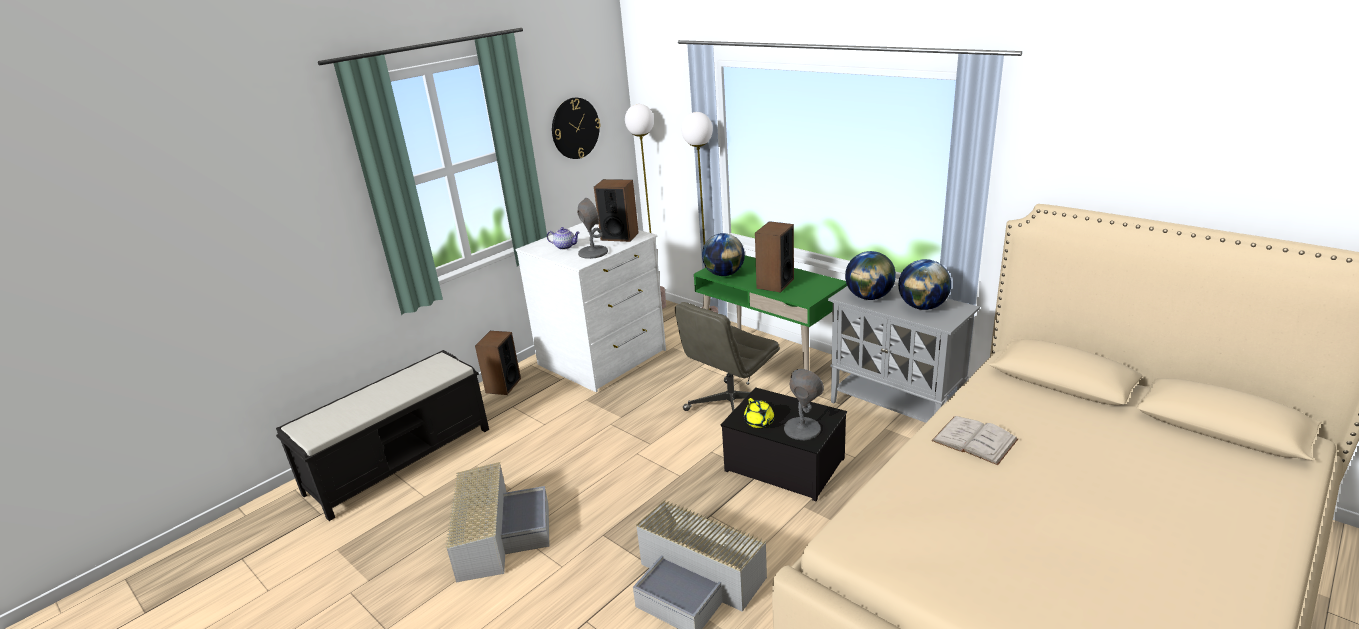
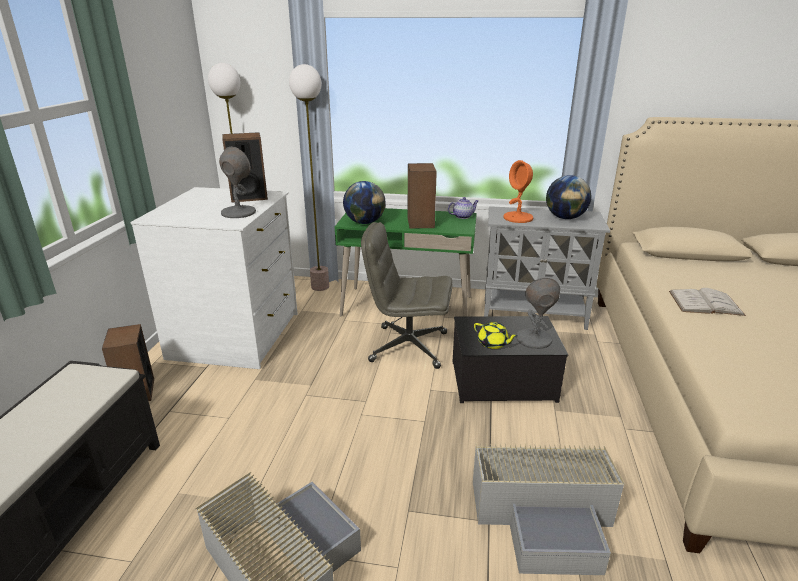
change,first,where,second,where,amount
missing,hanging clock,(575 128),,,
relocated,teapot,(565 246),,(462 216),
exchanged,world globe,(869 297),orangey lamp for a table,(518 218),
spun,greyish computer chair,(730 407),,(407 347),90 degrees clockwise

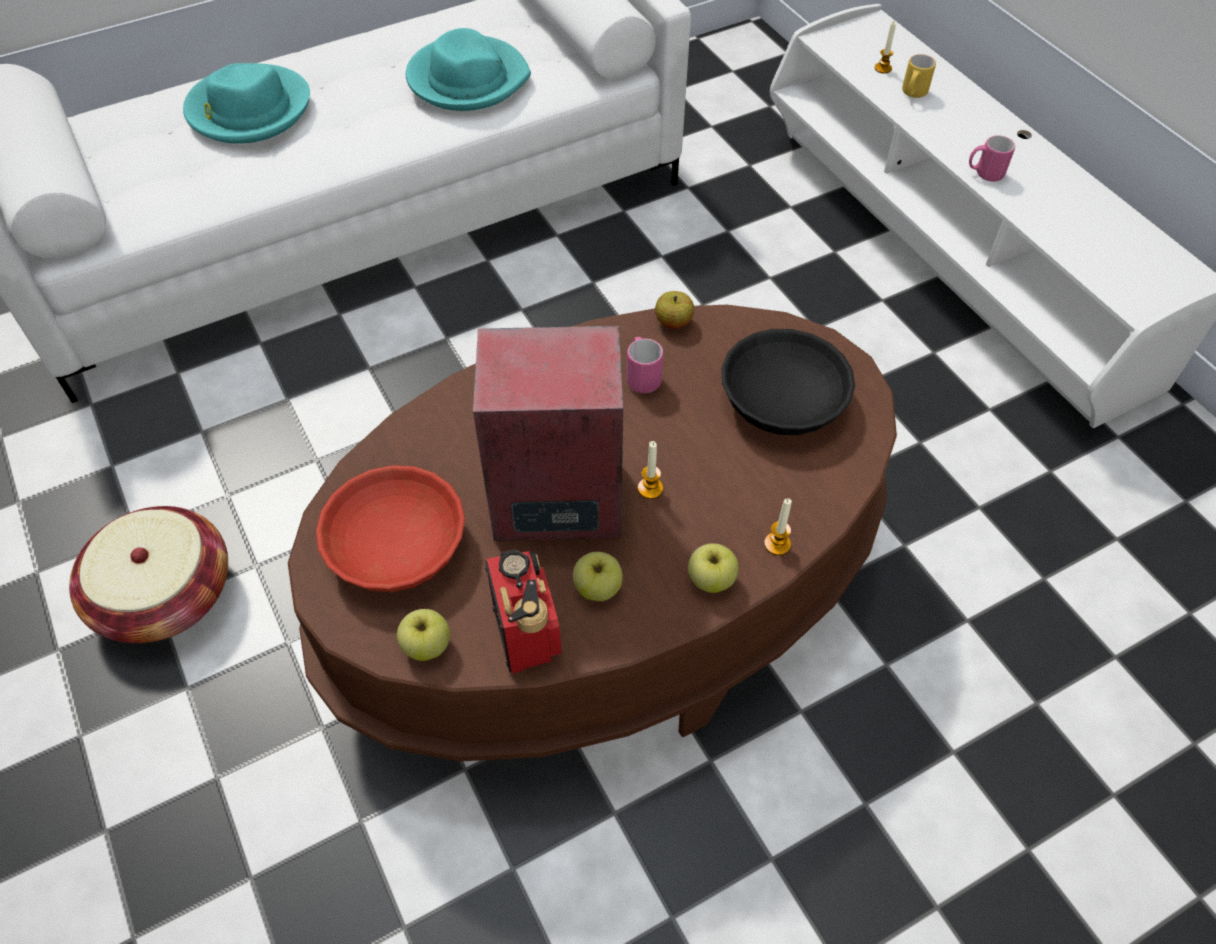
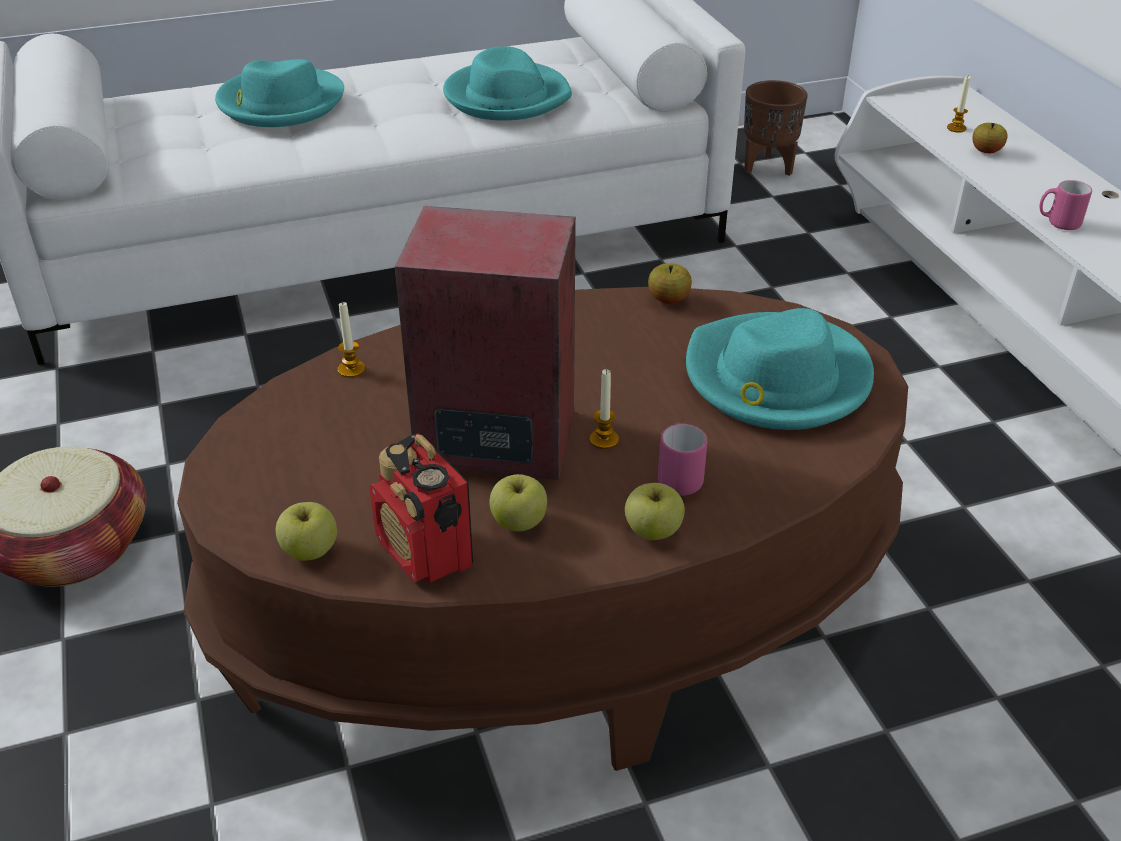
change,first,where,second,where,amount
exchanged,yellowish mug,(912 94),apple fruit,(986 151),
exchanged,black serving bowl,(782 400),turquoise clothing hat,(776 378),
relocated,pinkish mug,(642 376),,(678 477),
missing,red serving bowl,(396 546),,,
relocated,wax light,(777 544),,(351 369),
spun,radio set,(526 632),,(425 553),150 degrees clockwise
appeared,,,brown-coloured plant pot,(768 167),

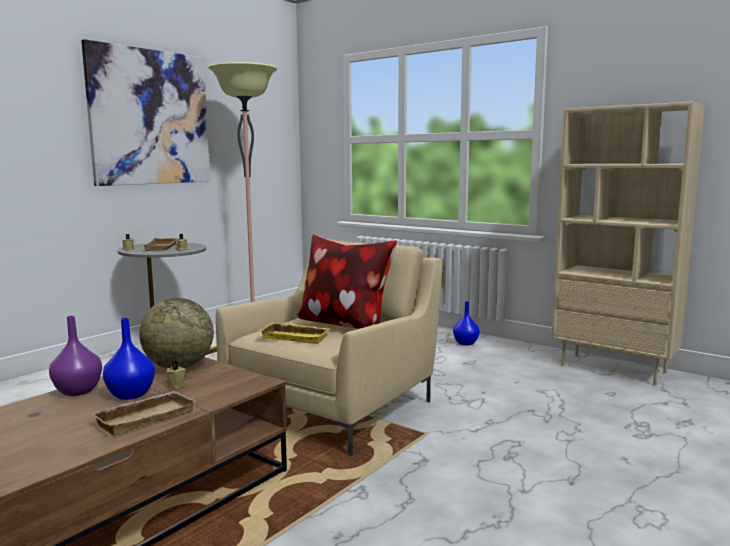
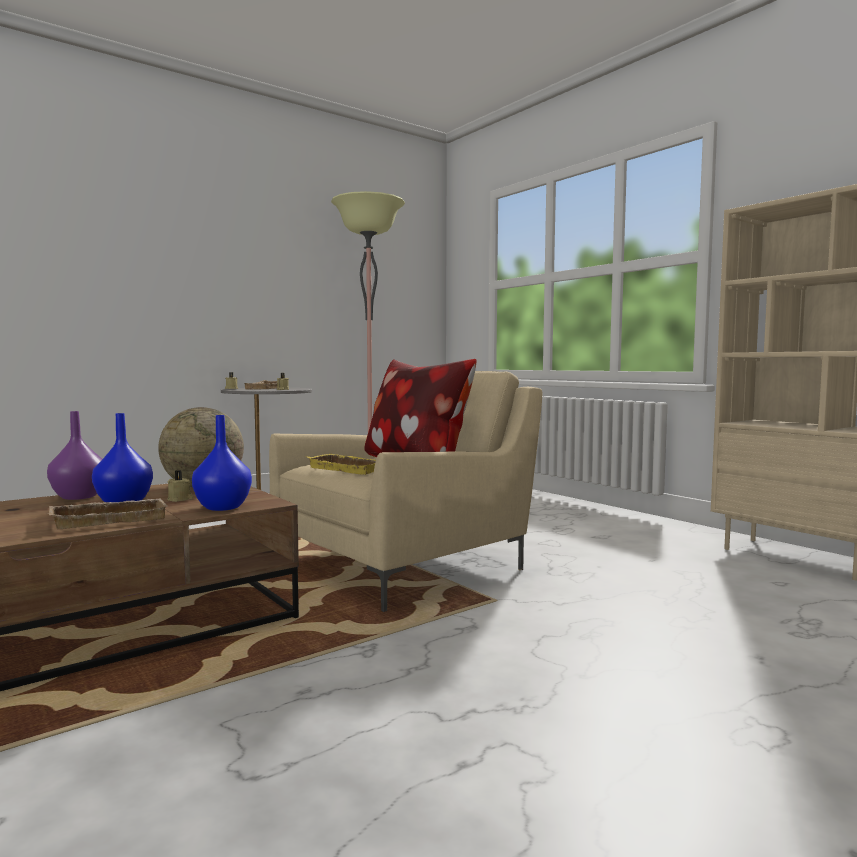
change,first,where,second,where,amount
missing,wall art,(150 117),,,
relocated,blue decorative vase,(465 343),,(221 507),

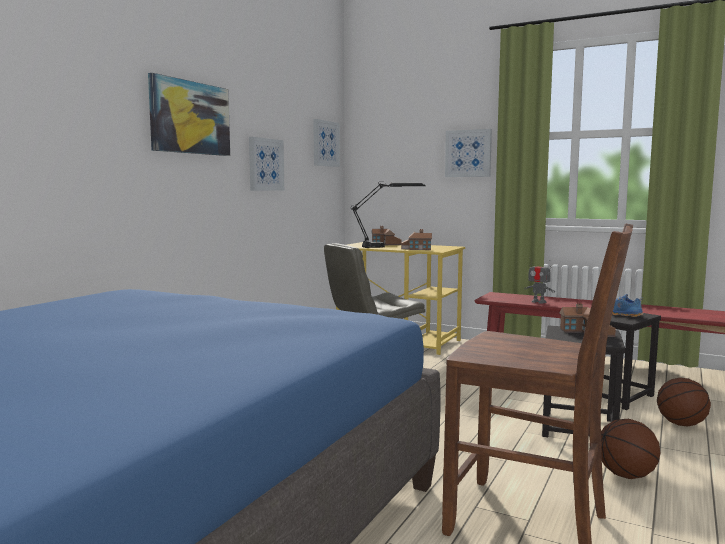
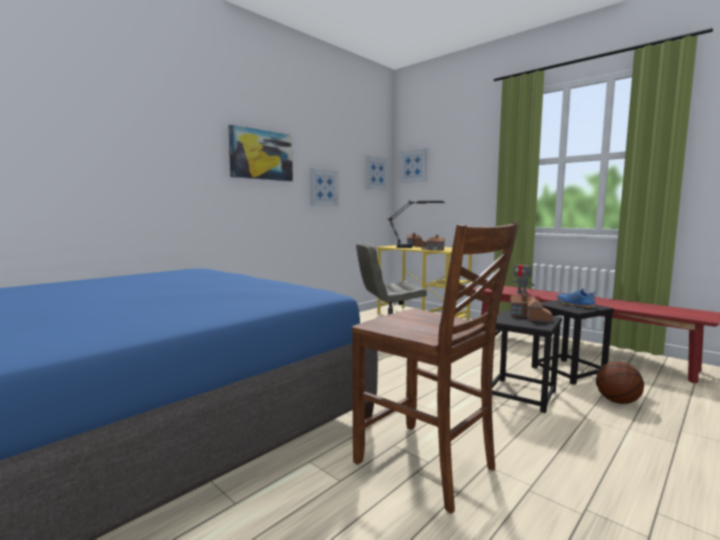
change,first,where,second,where,amount
relocated,wall art,(468 153),,(413 166),
missing,basketball ball,(626 475),,,

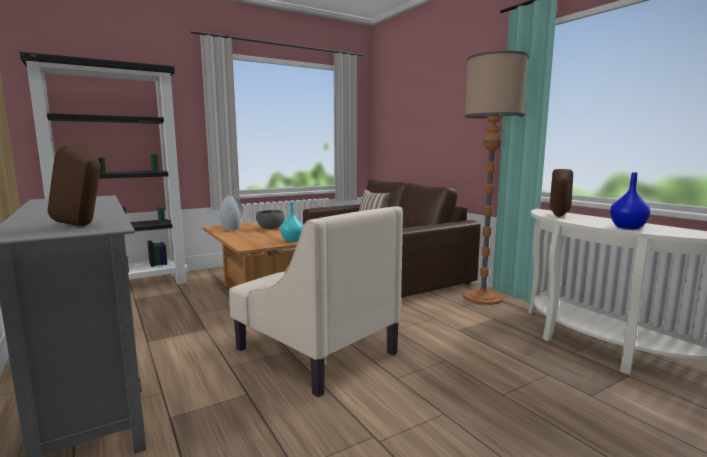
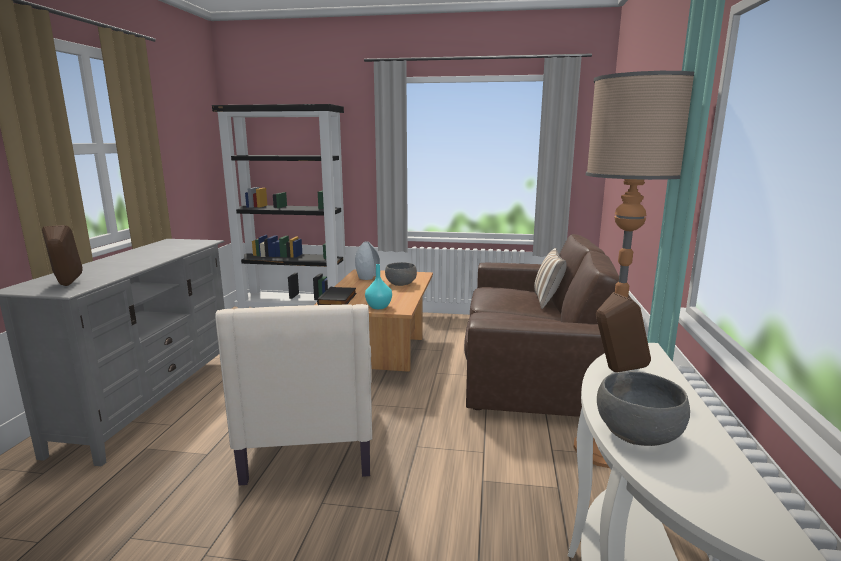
change,first,where,second,where,amount
exchanged,blue decorative vase,(627 227),greyish serving bowl,(638 434),
appeared,,,black book,(338 299),

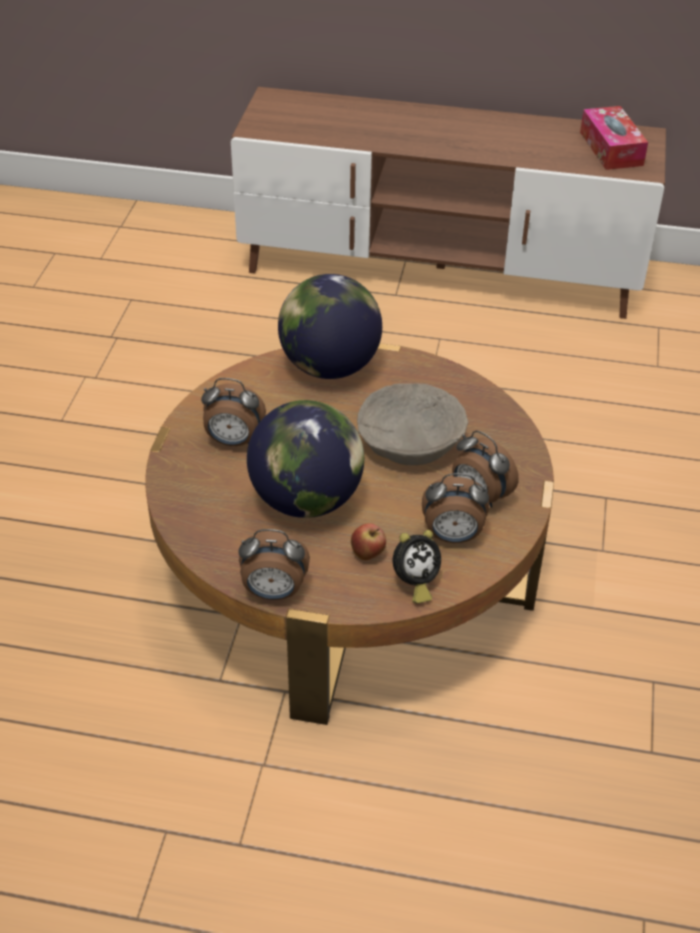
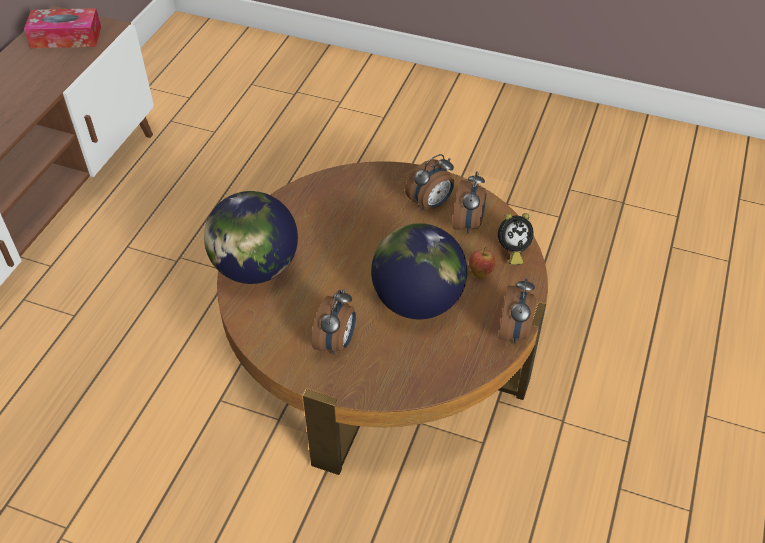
change,first,where,second,where,amount
missing,beige-coloured serving bowl,(411 441),,,
spun,bedside clock,(414 583),,(512 251),90 degrees clockwise

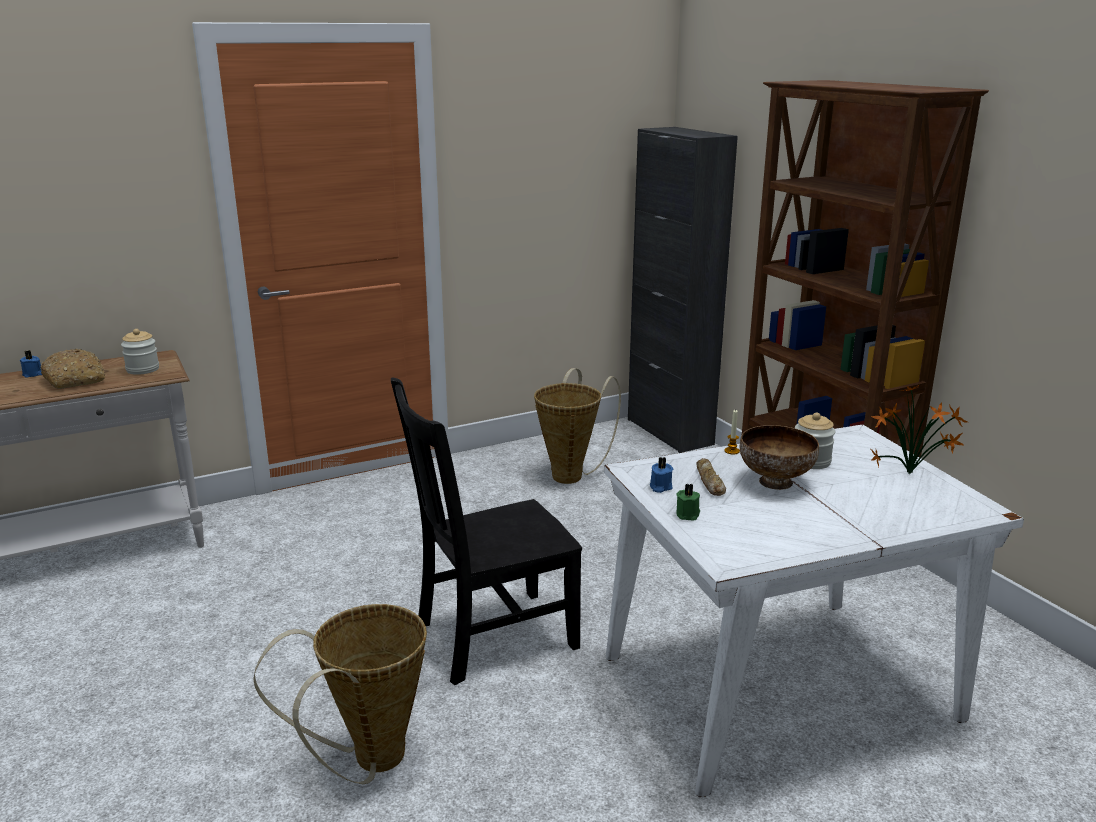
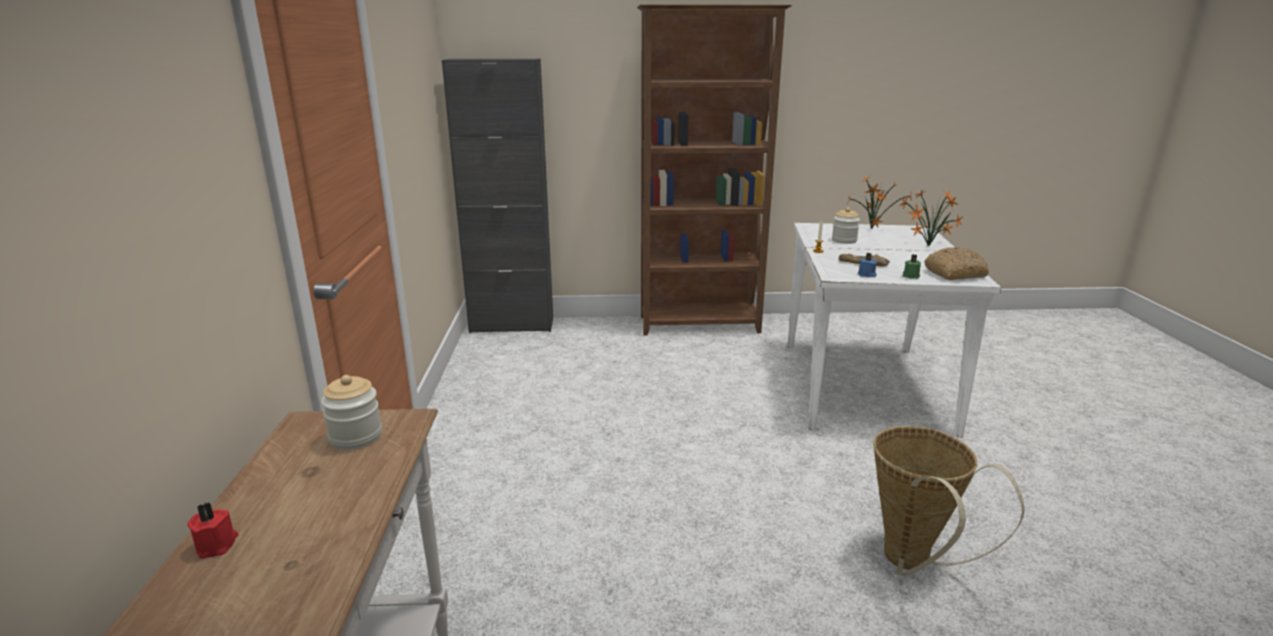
change,first,where,second,where,amount
relocated,baked bread,(76 379),,(955 273),
colour,blue wax light,(33 374),red wax light,(218 545),
missing,basket,(571 474),,,
missing,black chair,(490 636),,,
missing,serving bowl,(774 482),,,
appeared,,,potted plant,(926 247),

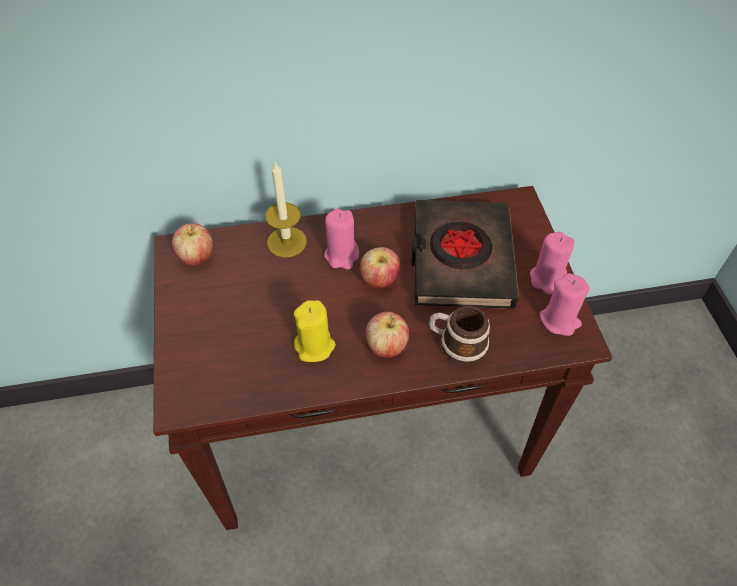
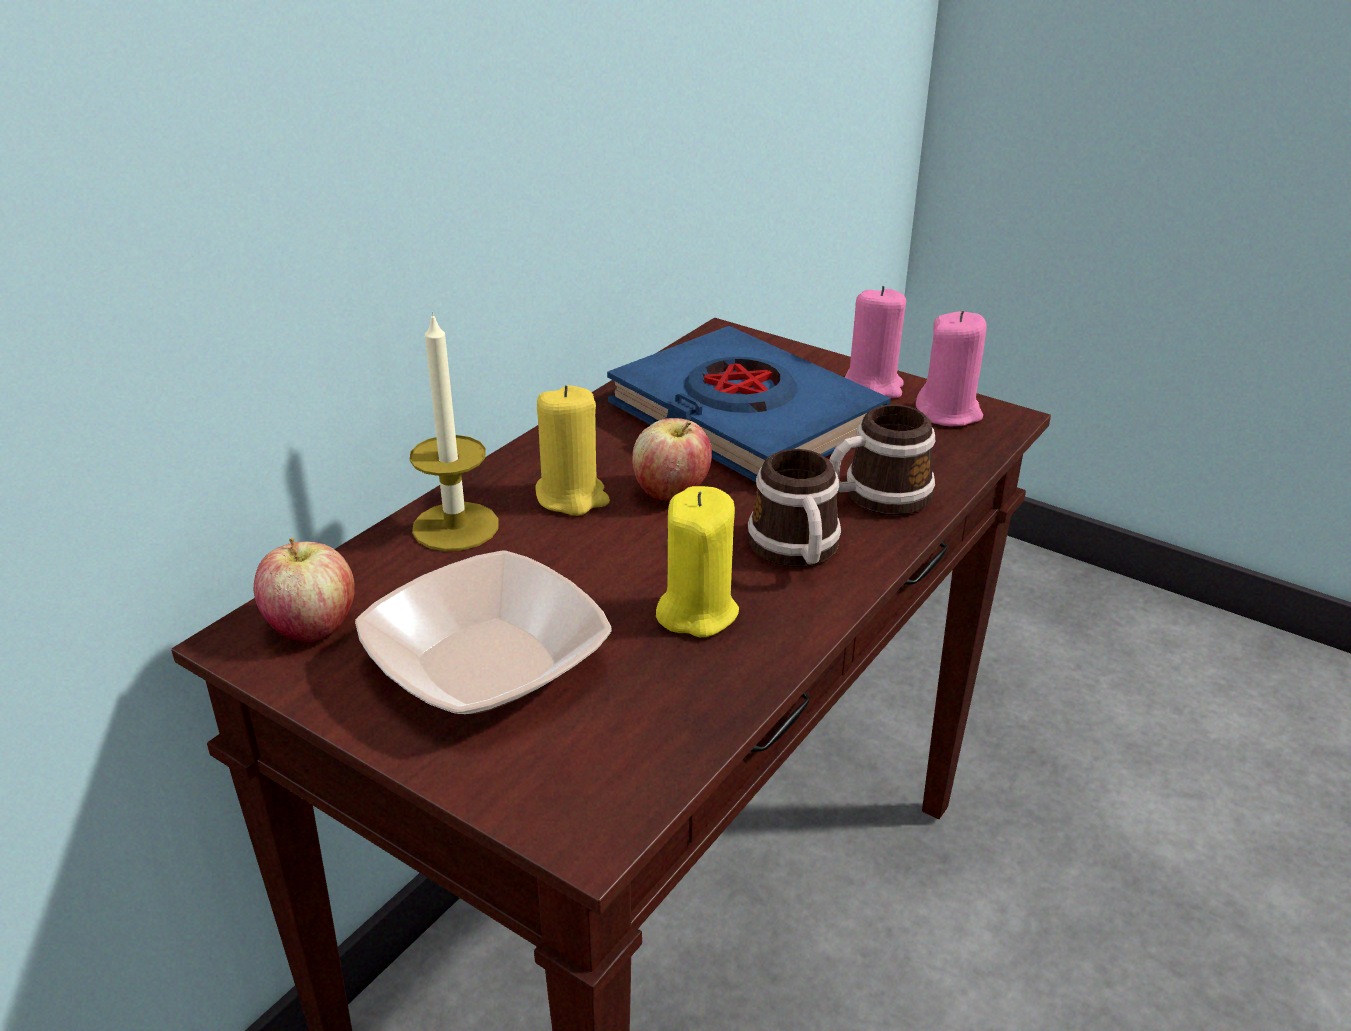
change,first,where,second,where,amount
colour,black book,(461 259),blue book,(743 419),
colour,pinkish wax light,(342 255),yellowish wax light,(572 496),
exchanged,apple fruit,(386 346),mug,(796 552),
appeared,,,serving bowl,(487 664),

